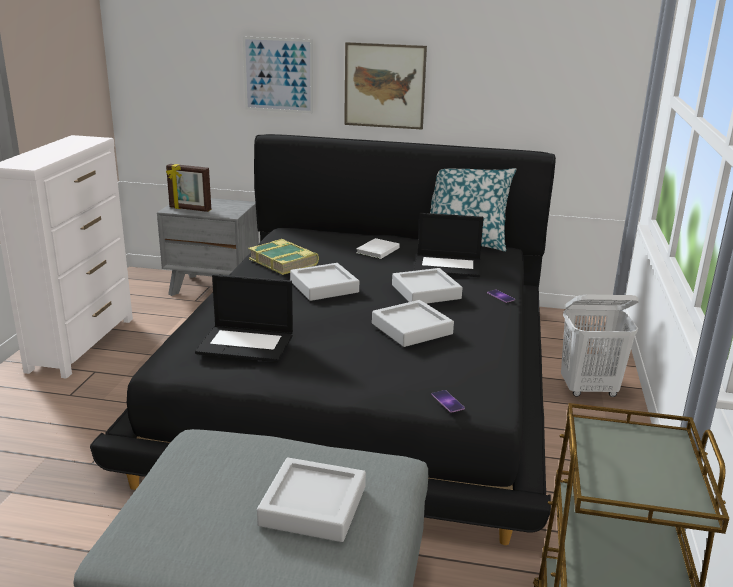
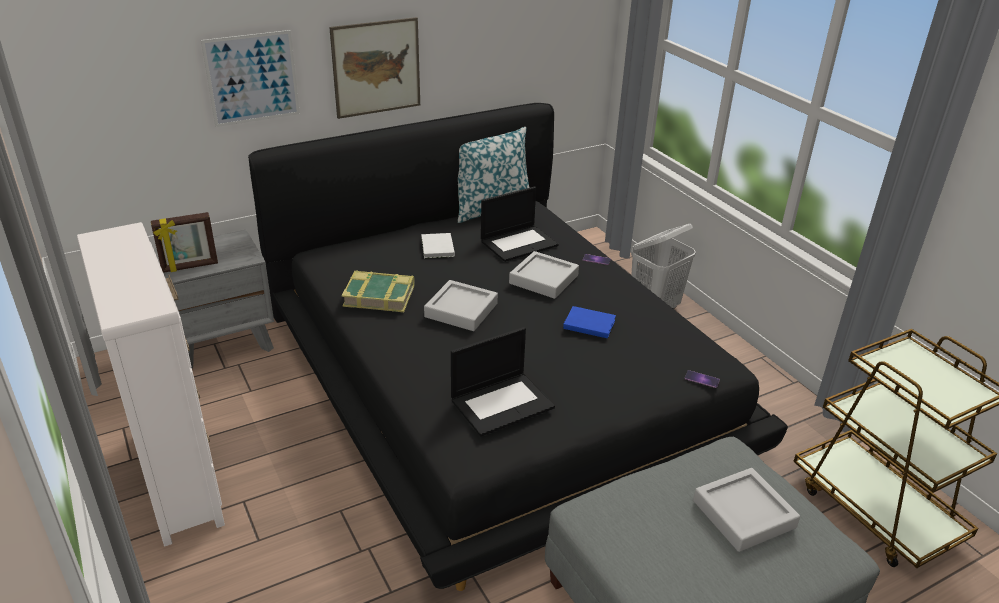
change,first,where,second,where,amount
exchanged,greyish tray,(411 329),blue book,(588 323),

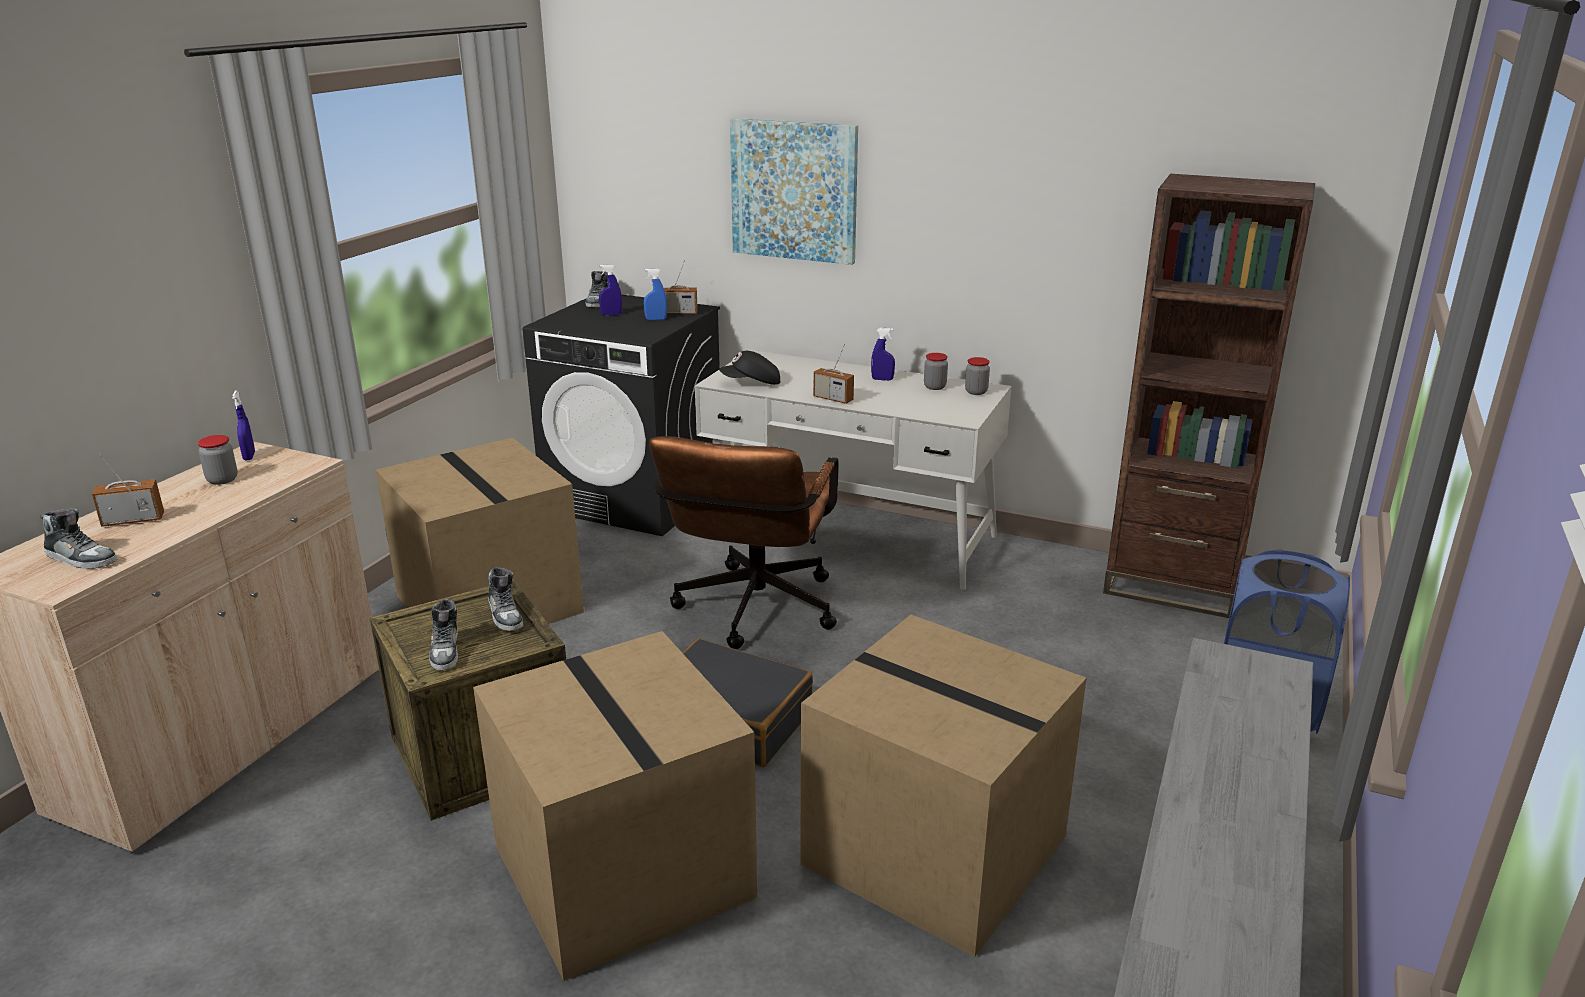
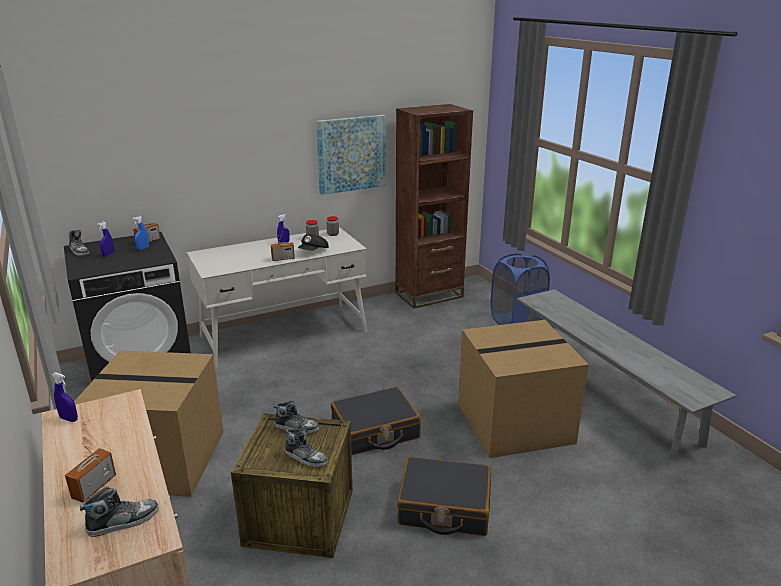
change,first,where,second,where,amount
relocated,wall art,(794 190),,(351 154),
relocated,black peaked cap,(751 383),,(313 251),
missing,storage jar,(222 480),,,
missing,brown-coloured computer chair,(752 614),,,
exchanged,packing box,(627 872),black piece of luggage,(444 507),

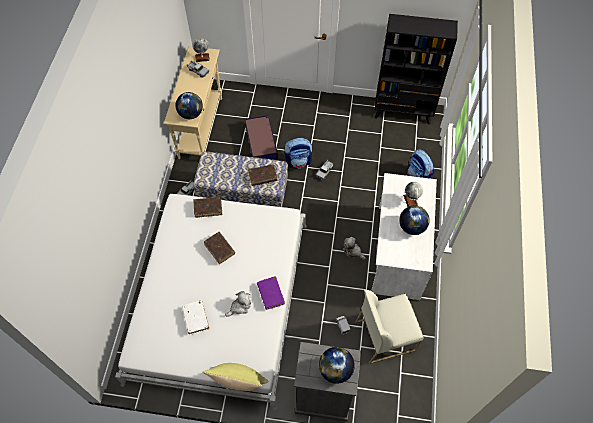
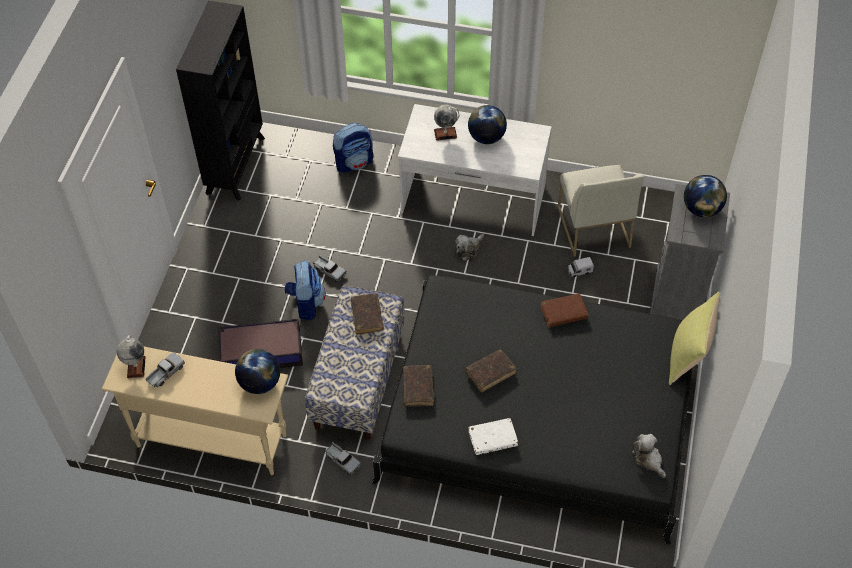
change,first,where,second,where,amount
colour,white bedroom bed,(220 300),black bedroom bed,(538 414),
colour,purple-coloured book,(270 294),brown-coloured book,(563 313),
relocated,soft toy,(240 306),,(648 459),
relocated,white book,(196 318),,(492 439),

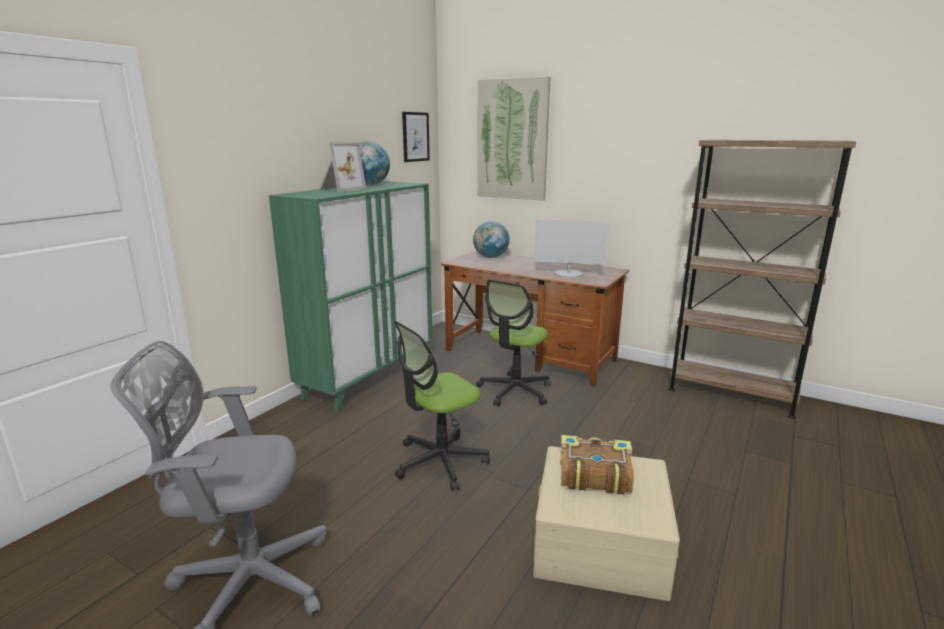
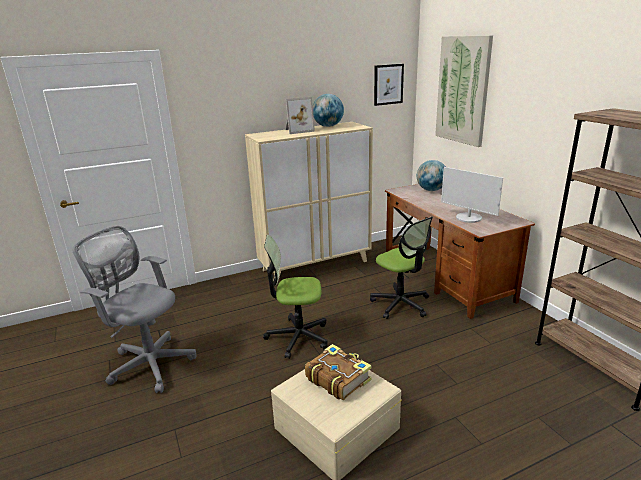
change,first,where,second,where,amount
colour,greenish storage cabinet,(369 376),beige-coloured storage cabinet,(315 265),
spun,computer chair,(514 391),,(401 304),105 degrees counterclockwise

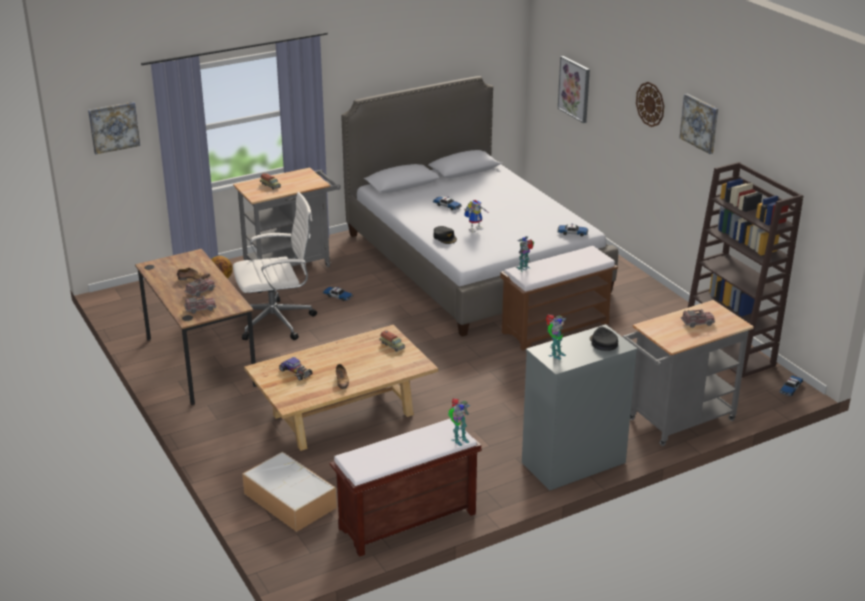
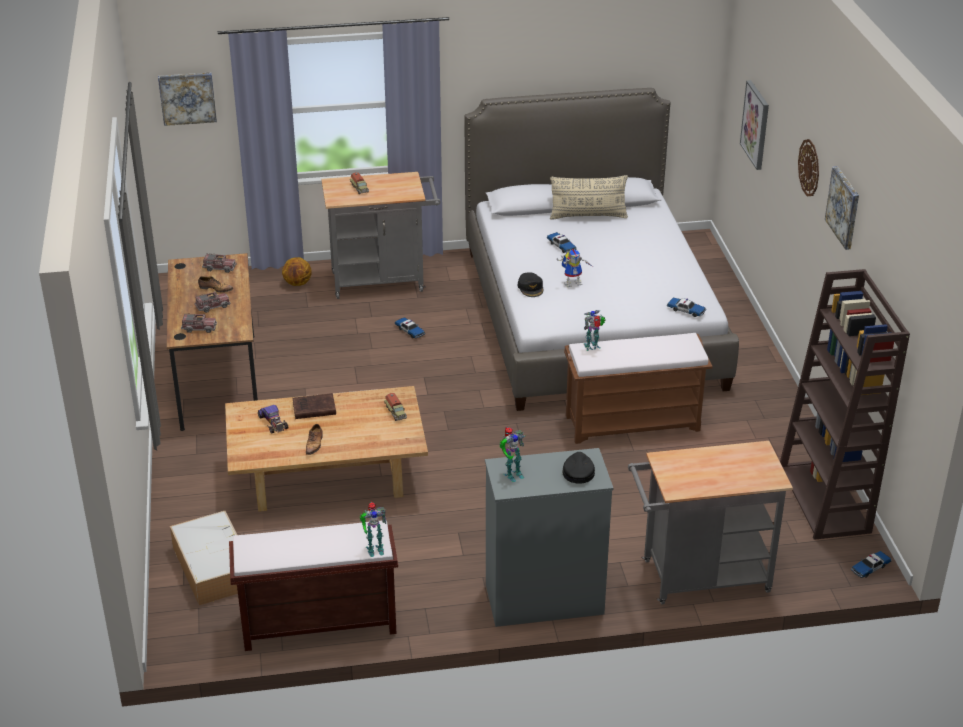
change,first,where,second,where,amount
missing,white computer chair,(277 321),,,
relocated,toy truck,(697 323),,(219 268),
appeared,,,beige-coloured pillow,(588 216),
appeared,,,brown-coloured book,(313 409),

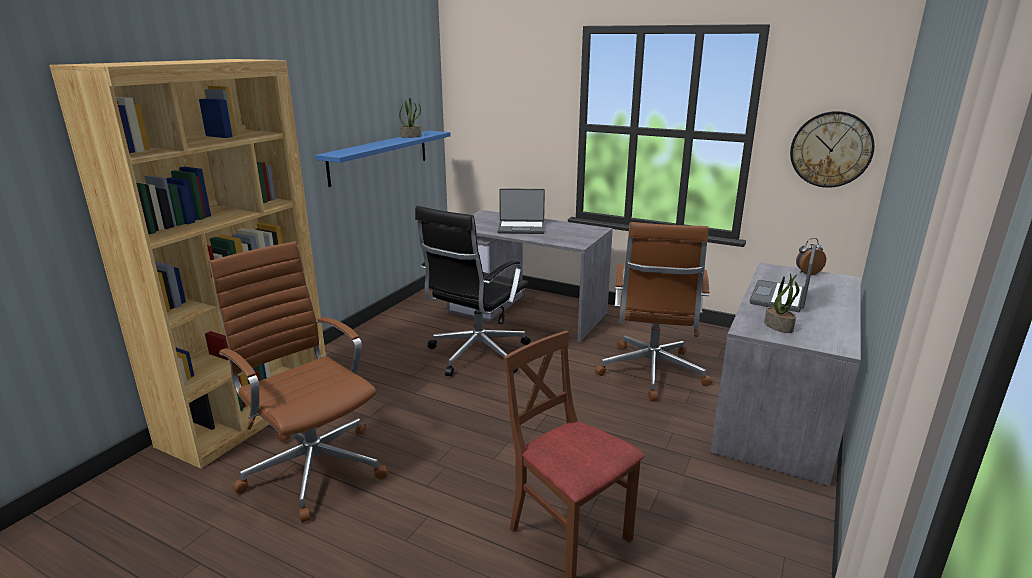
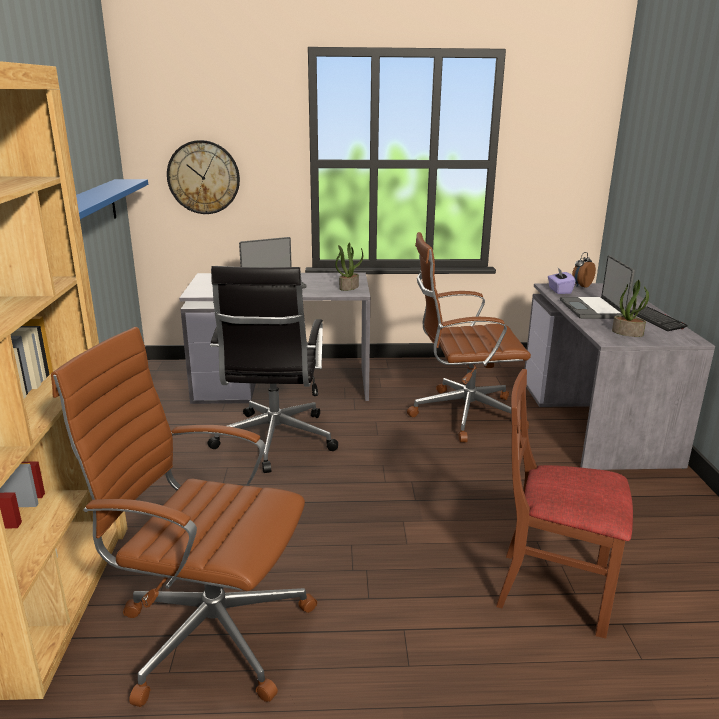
change,first,where,second,where,amount
relocated,potted plant,(411 136),,(348 287),
relocated,hanging clock,(831 149),,(203 177),
spun,brown-coloured computer chair,(651 373),,(463 414),105 degrees clockwise
appeared,,,purple-coloured box of tissues,(559 291),
appeared,,,computer keyboard,(656 320),

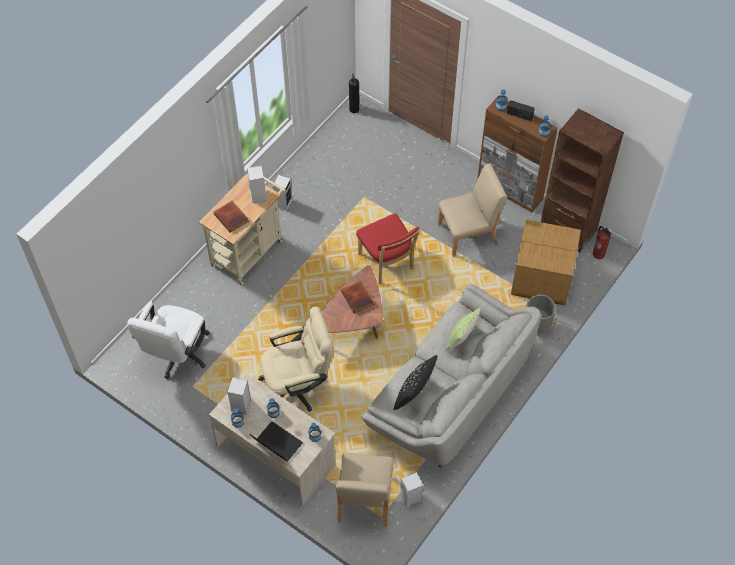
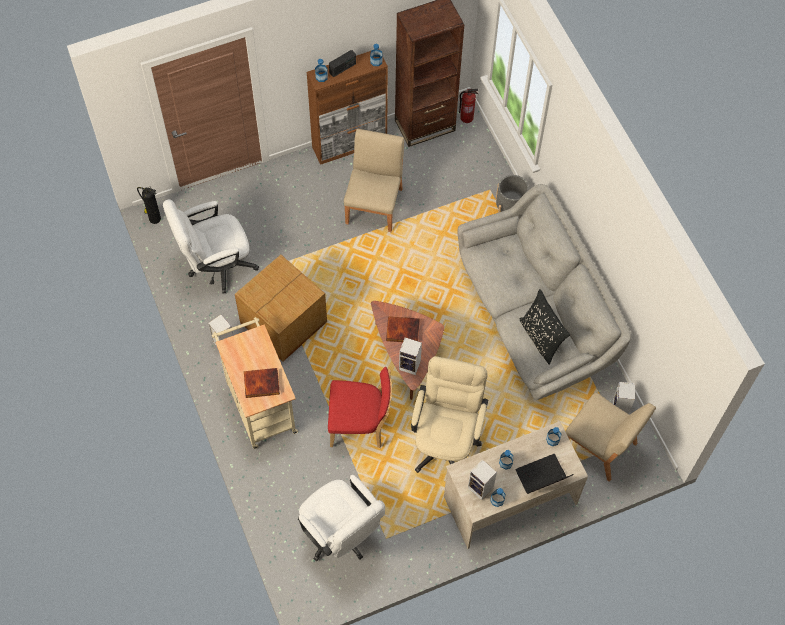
change,first,where,second,where,amount
relocated,audio speaker,(258 196),,(410 365),
relocated,red chair,(387 263),,(360 426),
relocated,packing box,(542 278),,(285 322),
missing,pillow,(461 338),,,
appeared,,,white computer chair,(216 266),

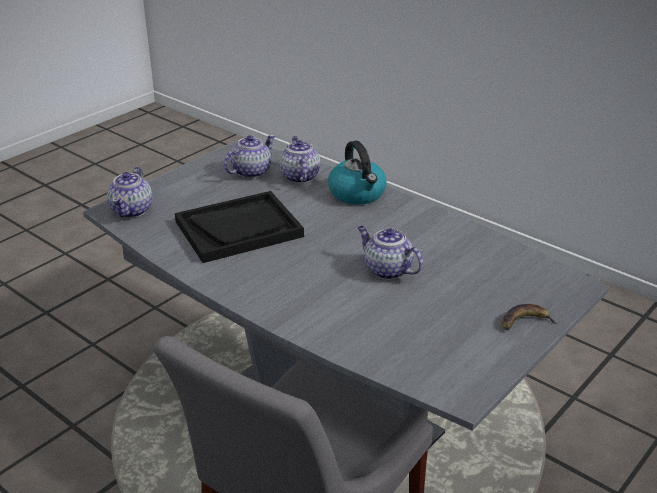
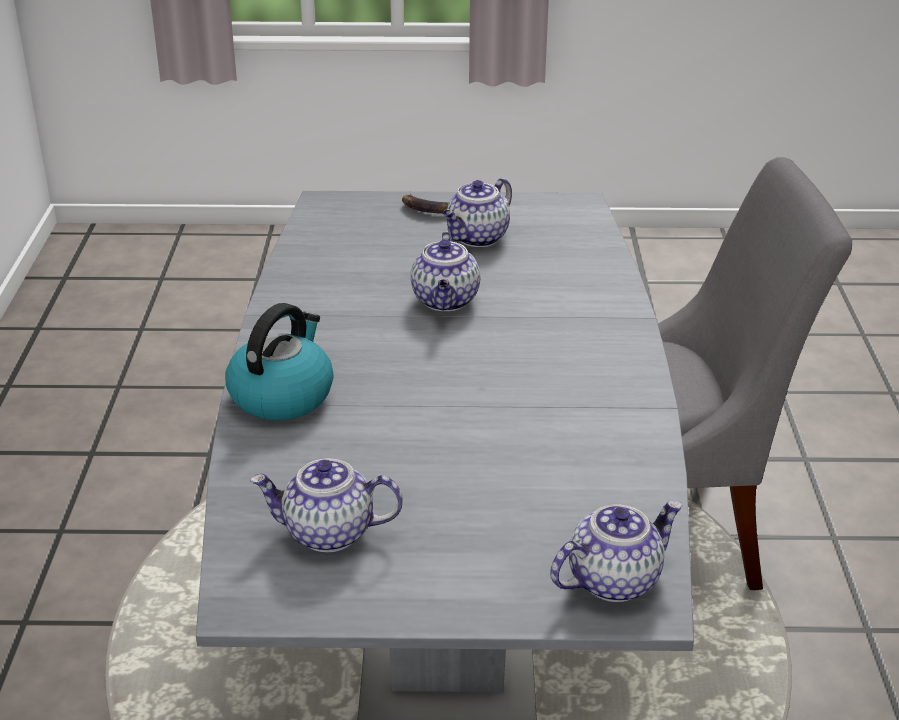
change,first,where,second,where,amount
relocated,teapot,(299 176),,(477 238),
missing,black tray,(239 229),,,

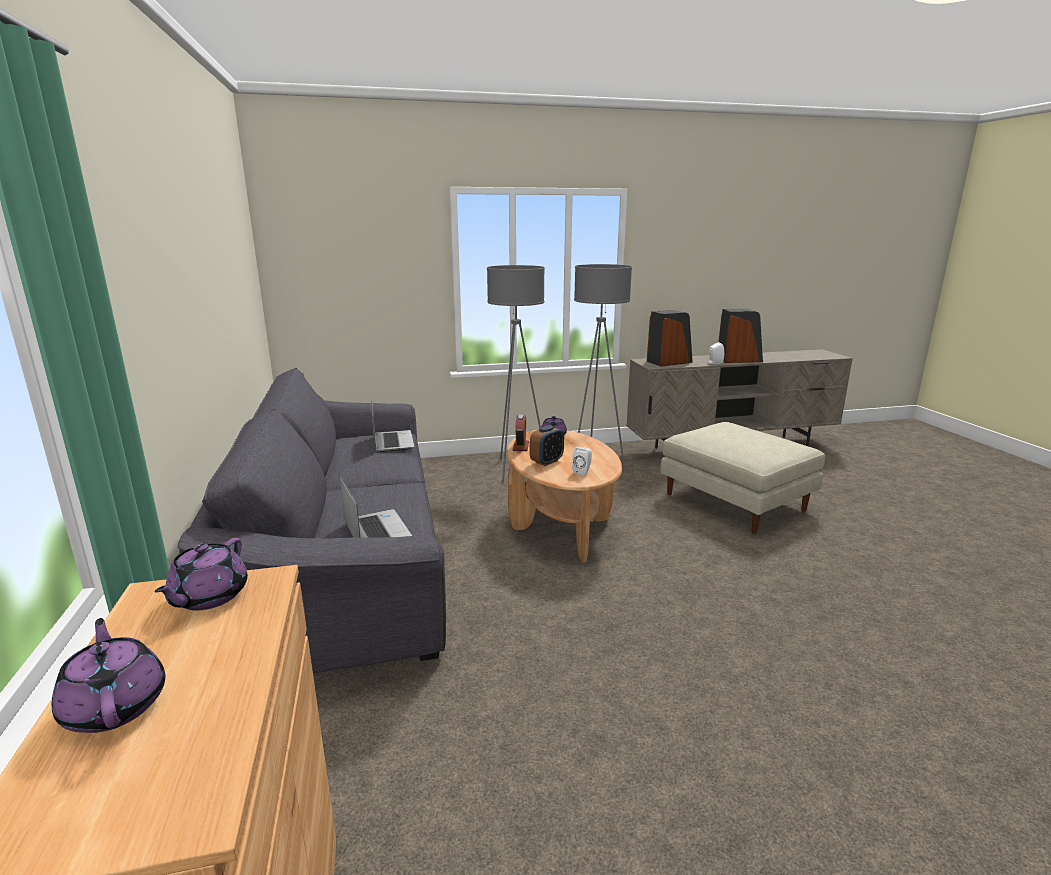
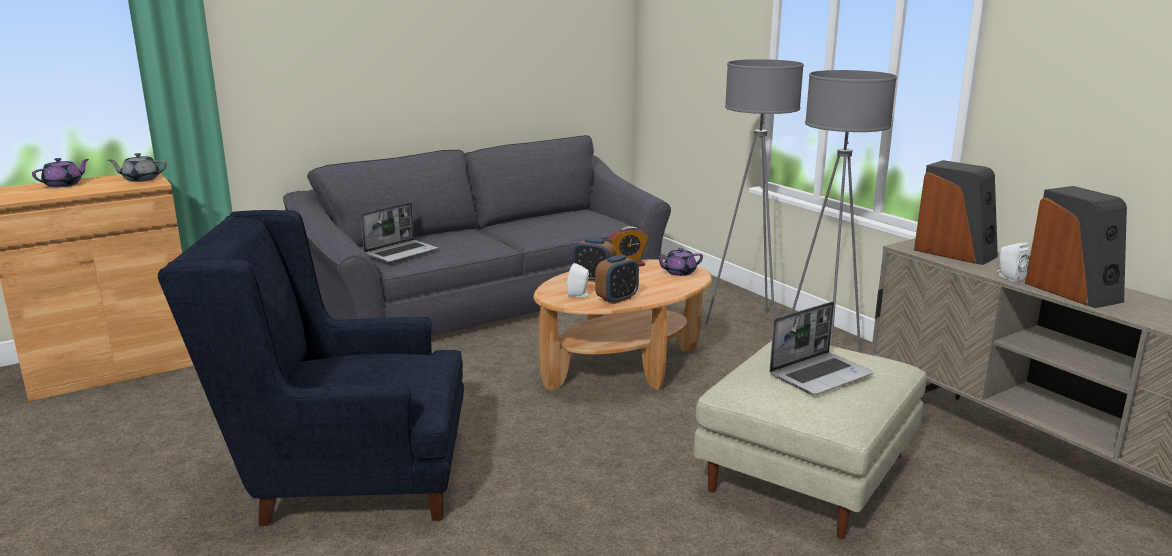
change,first,where,second,where,amount
relocated,laptop,(392 442),,(820 375),
colour,purple-coloured teapot,(208 597),greyish teapot,(141 179),
appeared,,,blue lounge chair,(346 476),
appeared,,,bedside clock,(617 299),

